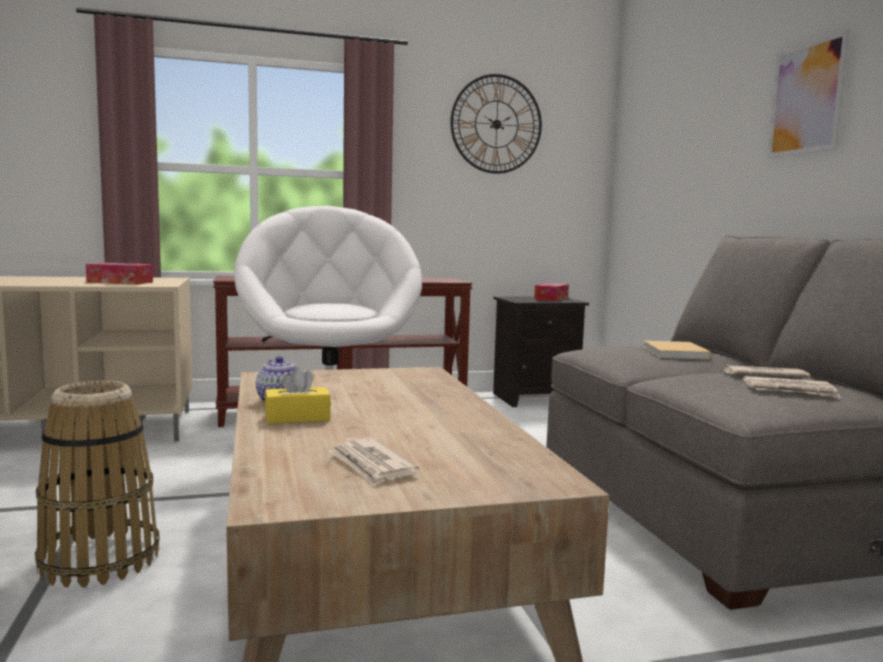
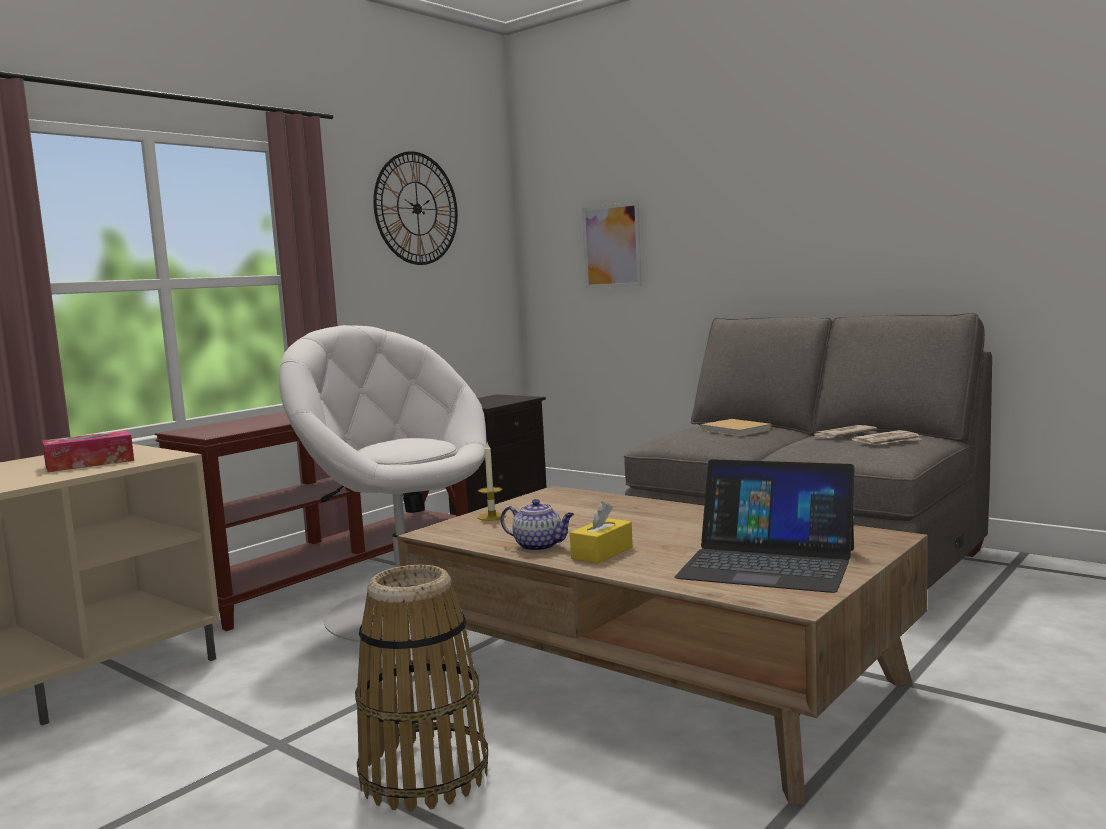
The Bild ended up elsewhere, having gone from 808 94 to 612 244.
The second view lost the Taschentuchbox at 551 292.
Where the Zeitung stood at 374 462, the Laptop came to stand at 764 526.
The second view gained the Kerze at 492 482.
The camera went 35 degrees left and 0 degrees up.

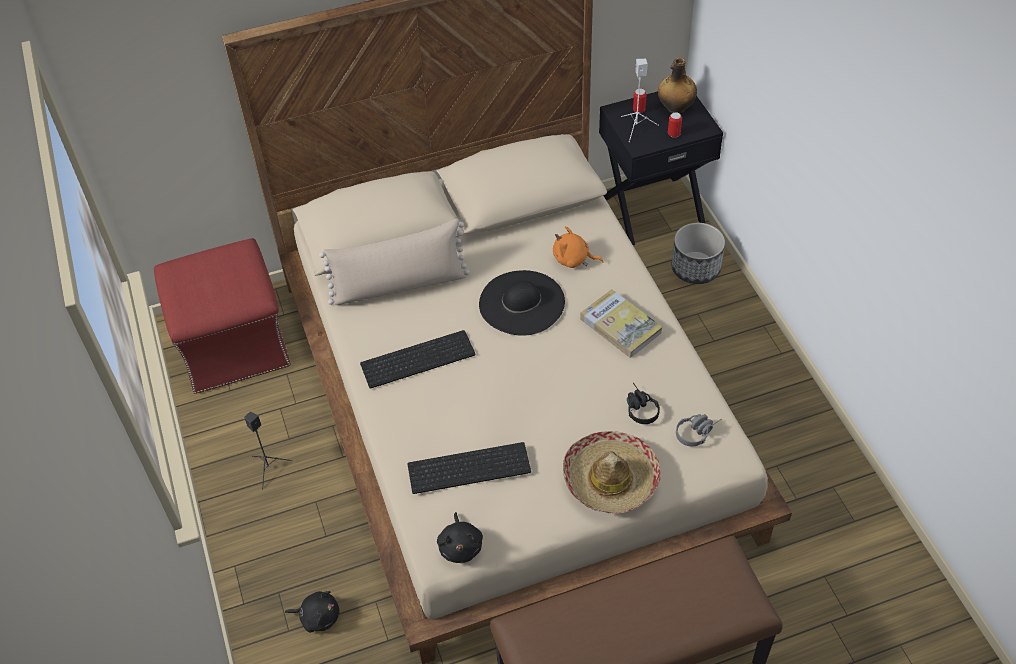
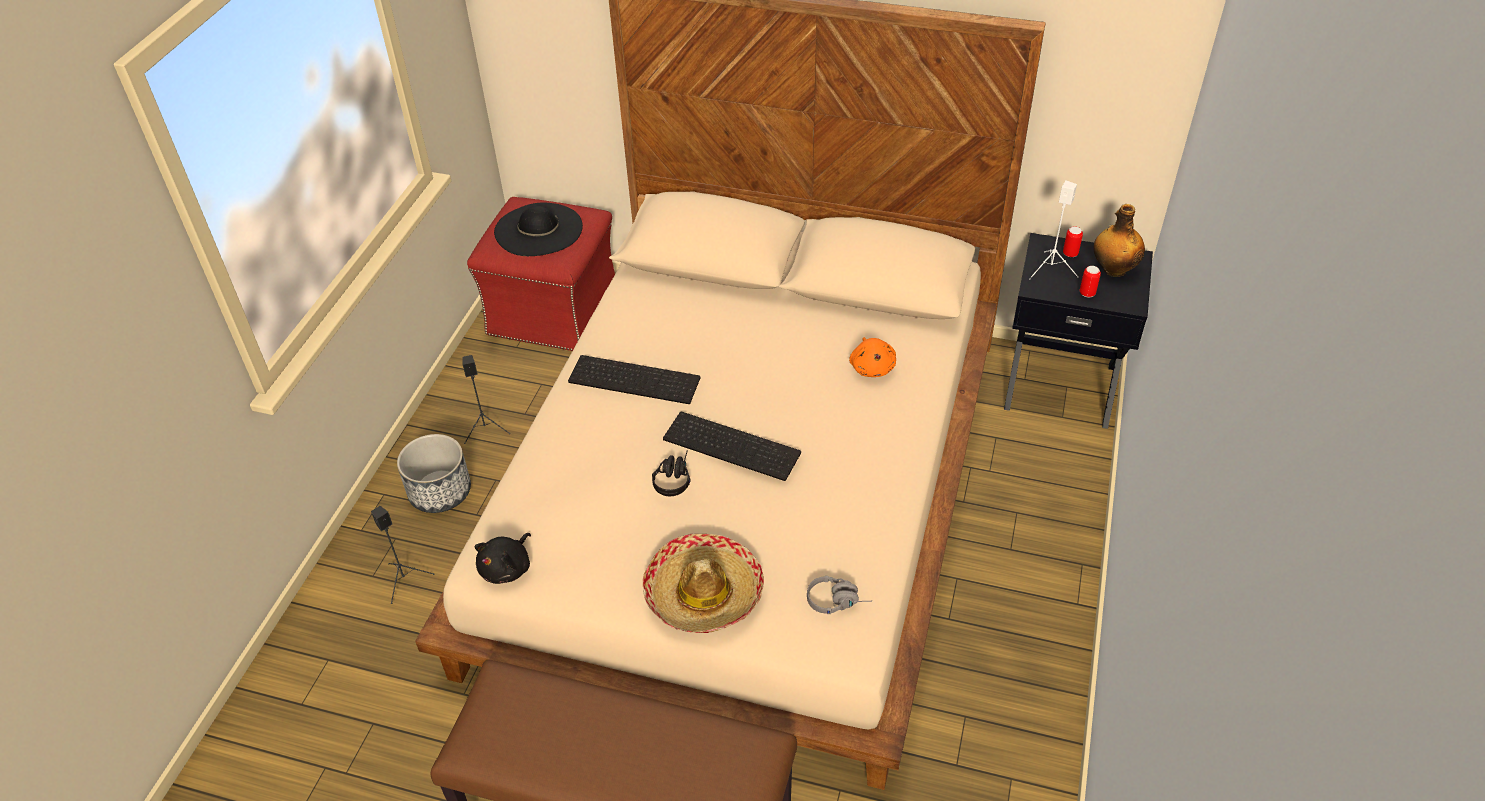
The second view lost the Kissen (beige) at 394 262.
The Pflanzkübel ended up elsewhere, having gone from 698 253 to 434 473.
The Plüschtier (orange) at 578 247 ended up facing another way, 150 degrees counterclockwise from before.
The Hut (schwarz) ended up elsewhere, having gone from 522 303 to 538 229.
The second view lost the Buch at 621 323.
The Kopfhörer (schwarz) ended up elsewhere, having gone from 643 403 to 671 473.
The Tastatur ended up elsewhere, having gone from 469 468 to 732 446.
Where the Plüschtier (schwarz) stood at 312 612, the Lautsprecher (schwarz) came to stand at 402 555.
The camera went 35 degrees right and 5 degrees down.

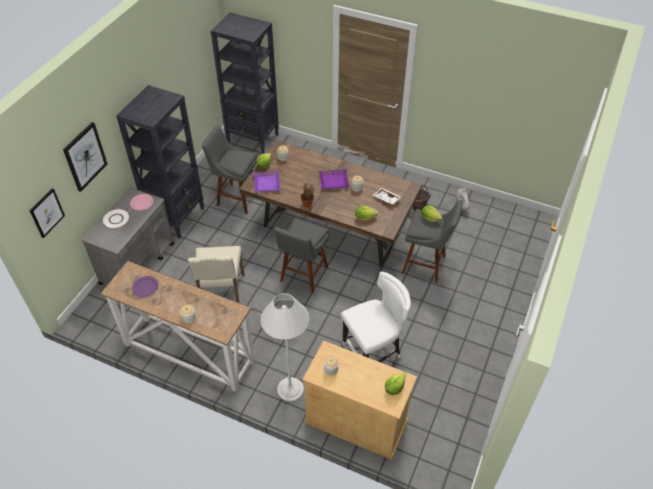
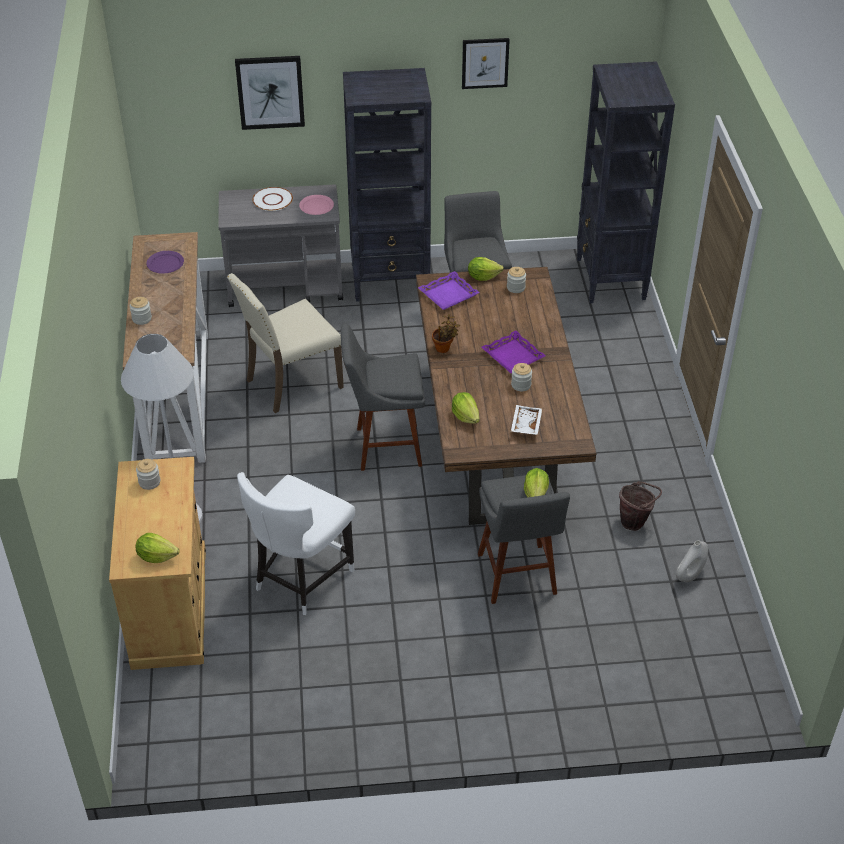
The Bild ended up elsewhere, having gone from 47 213 to 486 63.
The Stuhl (weiß) at 376 316 ended up facing another way, 90 degrees clockwise from before.
The camera went 60 degrees right and 5 degrees down.

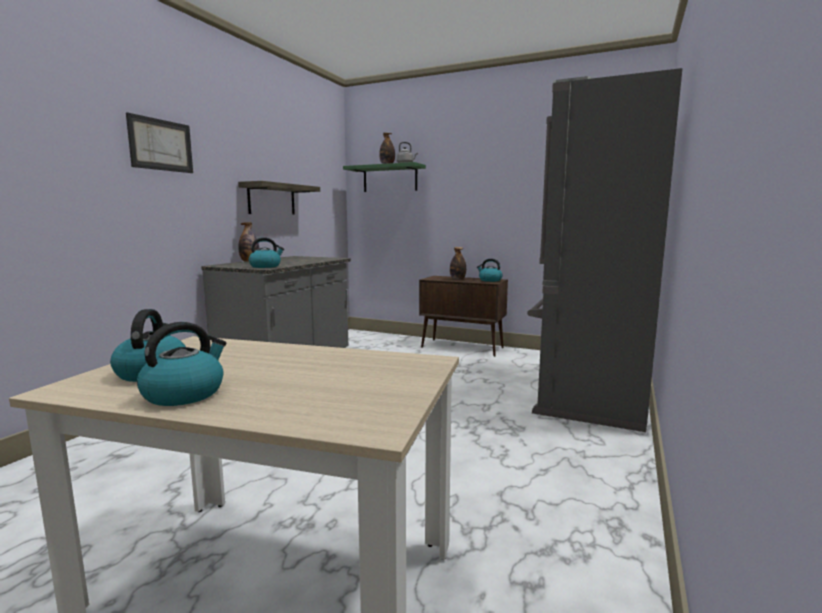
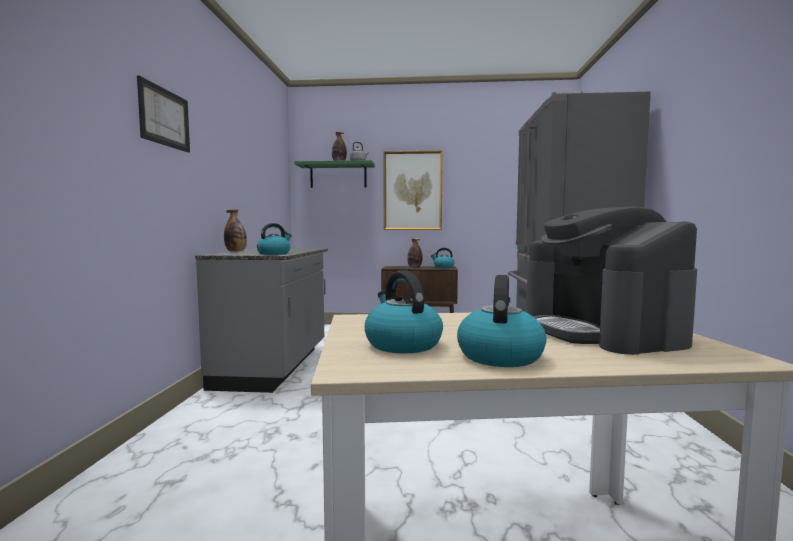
The second view lost the Wandregal at 279 198.
The second view gained the Bild at 413 190.
The second view gained the Kaffeemaschine at 611 280.
The camera went 20 degrees left and 5 degrees down.

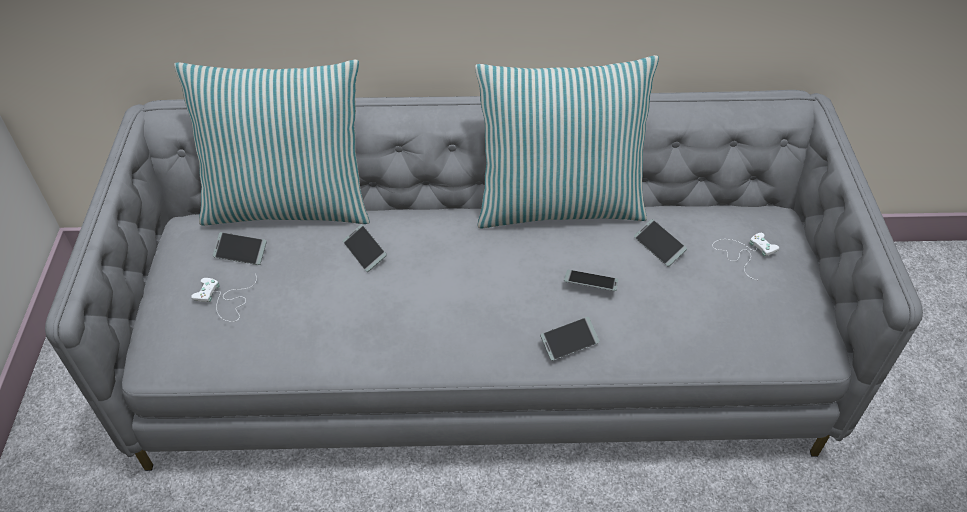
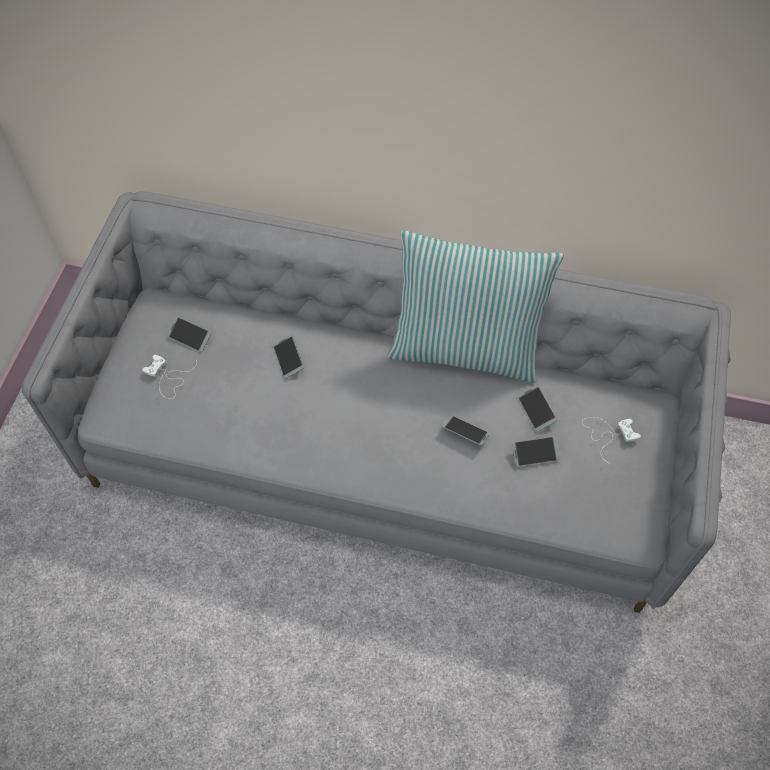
The second view lost the Kissen at 272 143.
The Handy ended up elsewhere, having gone from 569 339 to 536 451.
The camera went 15 degrees right and 10 degrees up.

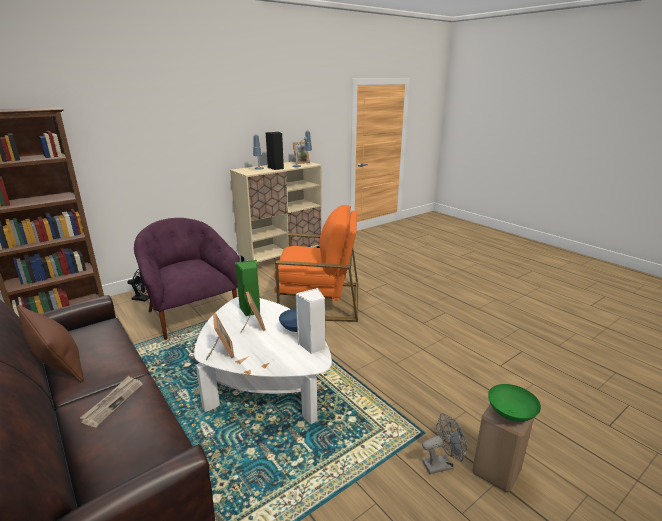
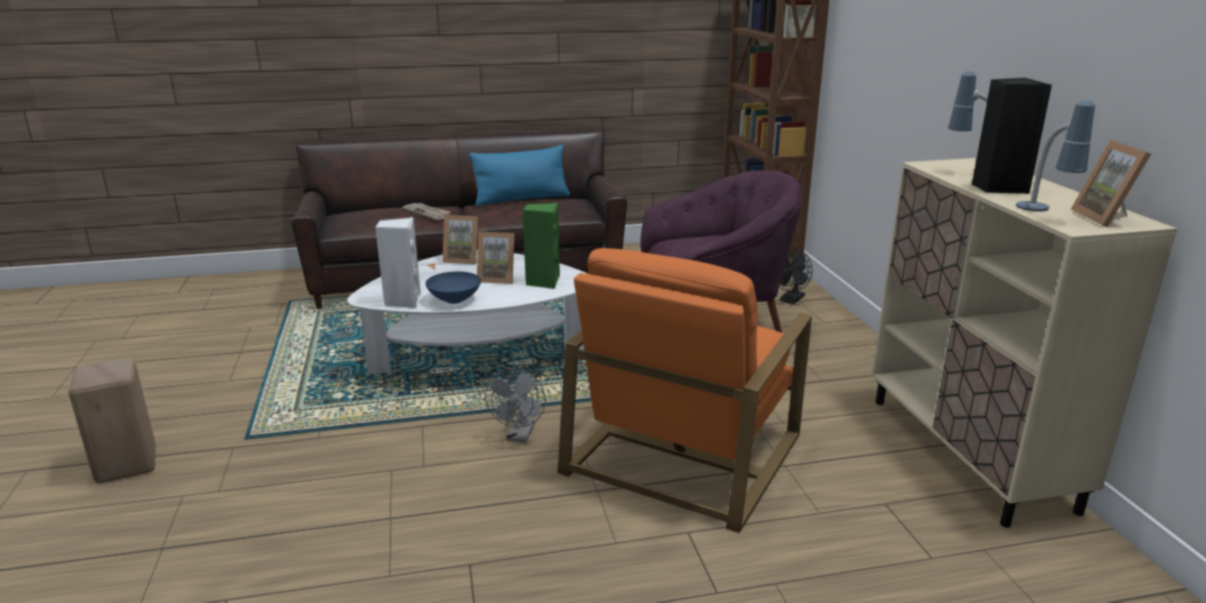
What was the Kissen (braun) at 50 343 turned into the Kissen (blau) at 519 175.
The second view lost the Schüssel (grün) at 514 403.
The Ventilator (grau) ended up elsewhere, having gone from 444 443 to 515 405.
The camera went 115 degrees right and 0 degrees up.

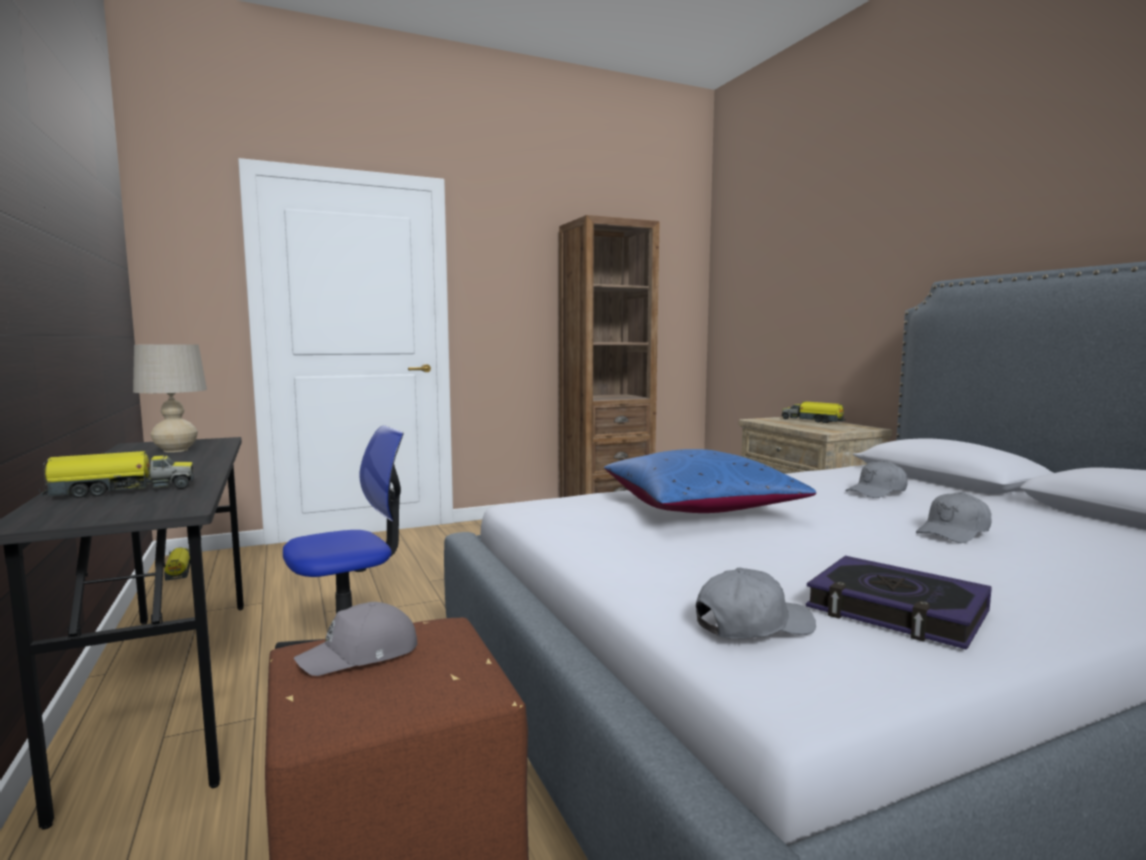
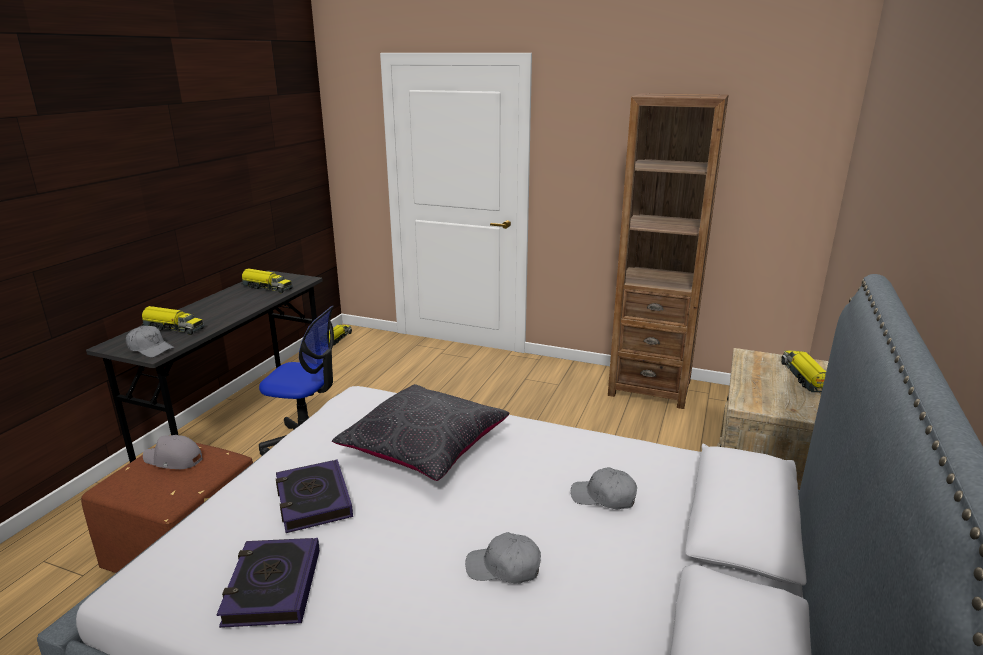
Where the Tischlampe (beige) stood at 170 398, the Spielzeuglaster came to stand at 267 280.
What was the Kissen (blau) at 710 481 turned into the Kissen (schwarz) at 421 432.
The Kappe (grau) ended up elsewhere, having gone from 756 603 to 150 341.
The second view gained the Buch at 314 496.
The camera went 45 degrees right and 15 degrees up.

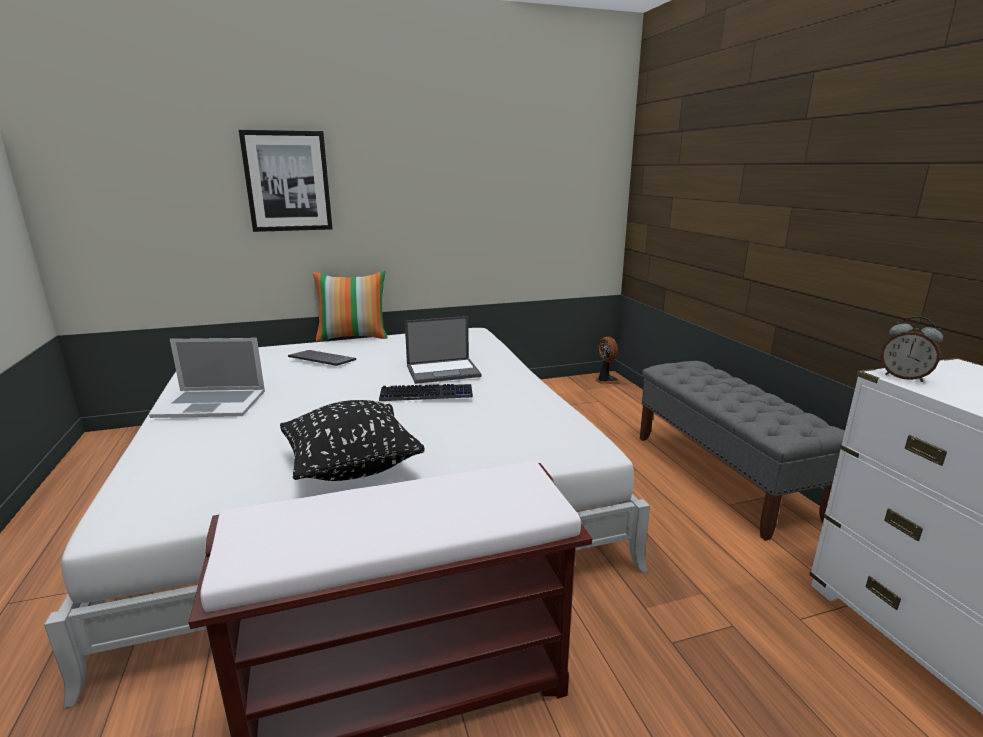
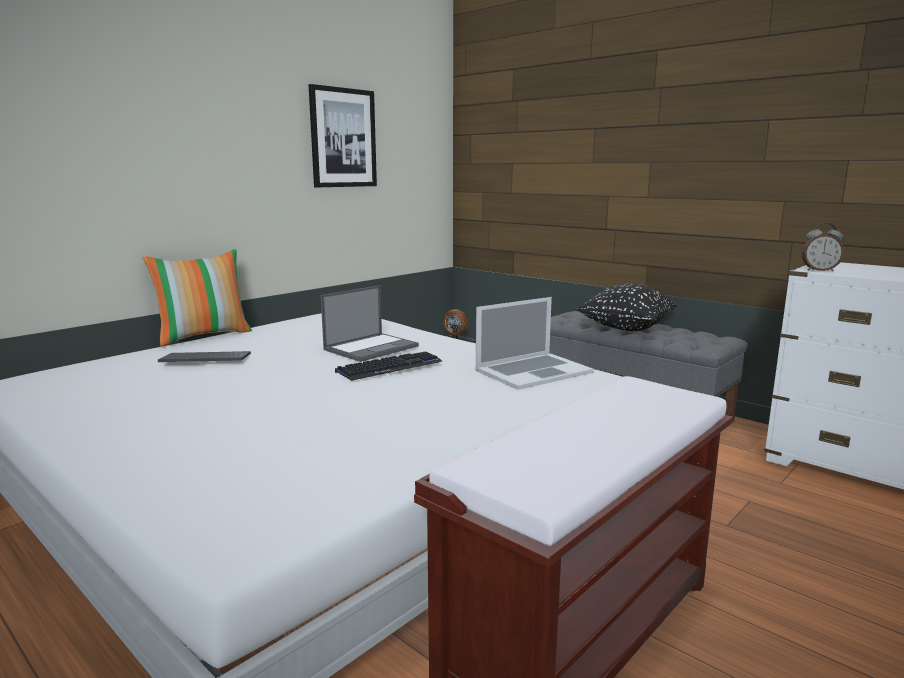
The Bild ended up elsewhere, having gone from 285 181 to 343 135.
The Laptop ended up elsewhere, having gone from 207 378 to 535 343.
The Kissen (schwarz) ended up elsewhere, having gone from 352 440 to 627 307.
The camera went 30 degrees left and 5 degrees down.

